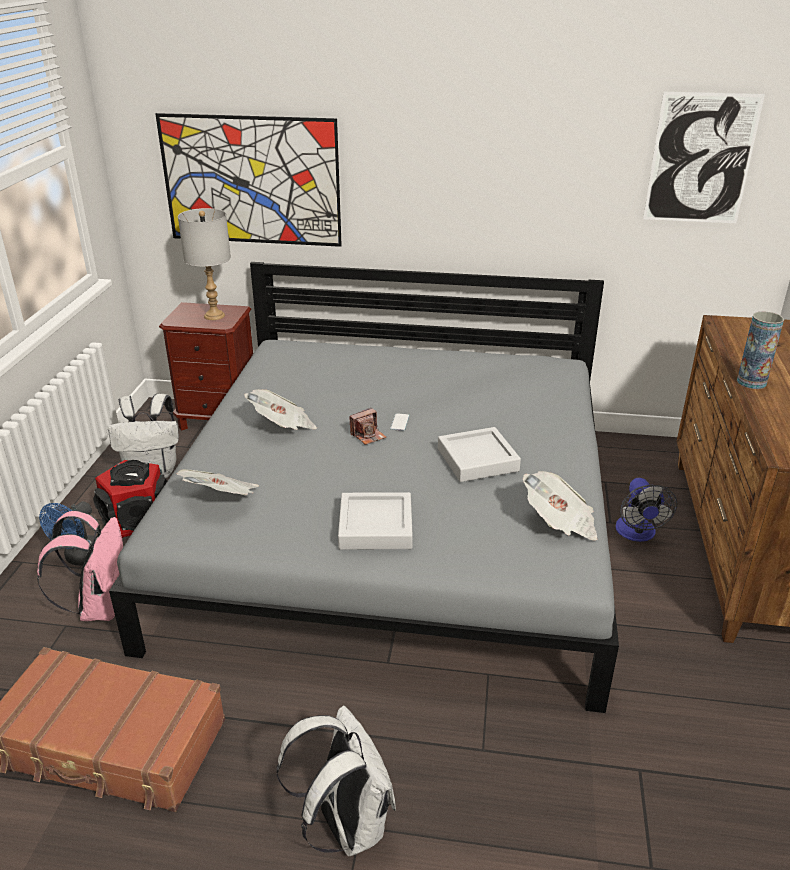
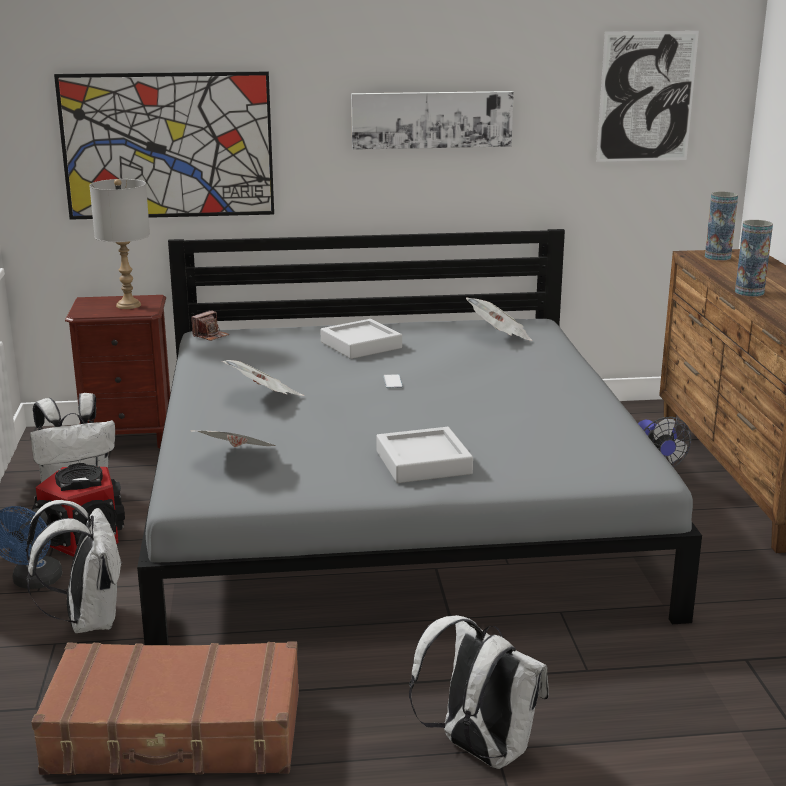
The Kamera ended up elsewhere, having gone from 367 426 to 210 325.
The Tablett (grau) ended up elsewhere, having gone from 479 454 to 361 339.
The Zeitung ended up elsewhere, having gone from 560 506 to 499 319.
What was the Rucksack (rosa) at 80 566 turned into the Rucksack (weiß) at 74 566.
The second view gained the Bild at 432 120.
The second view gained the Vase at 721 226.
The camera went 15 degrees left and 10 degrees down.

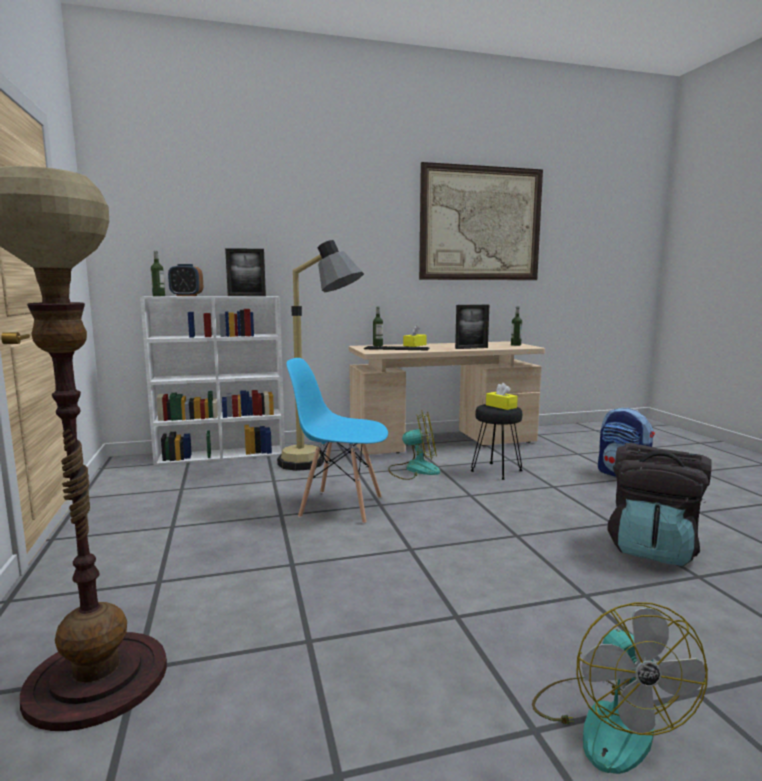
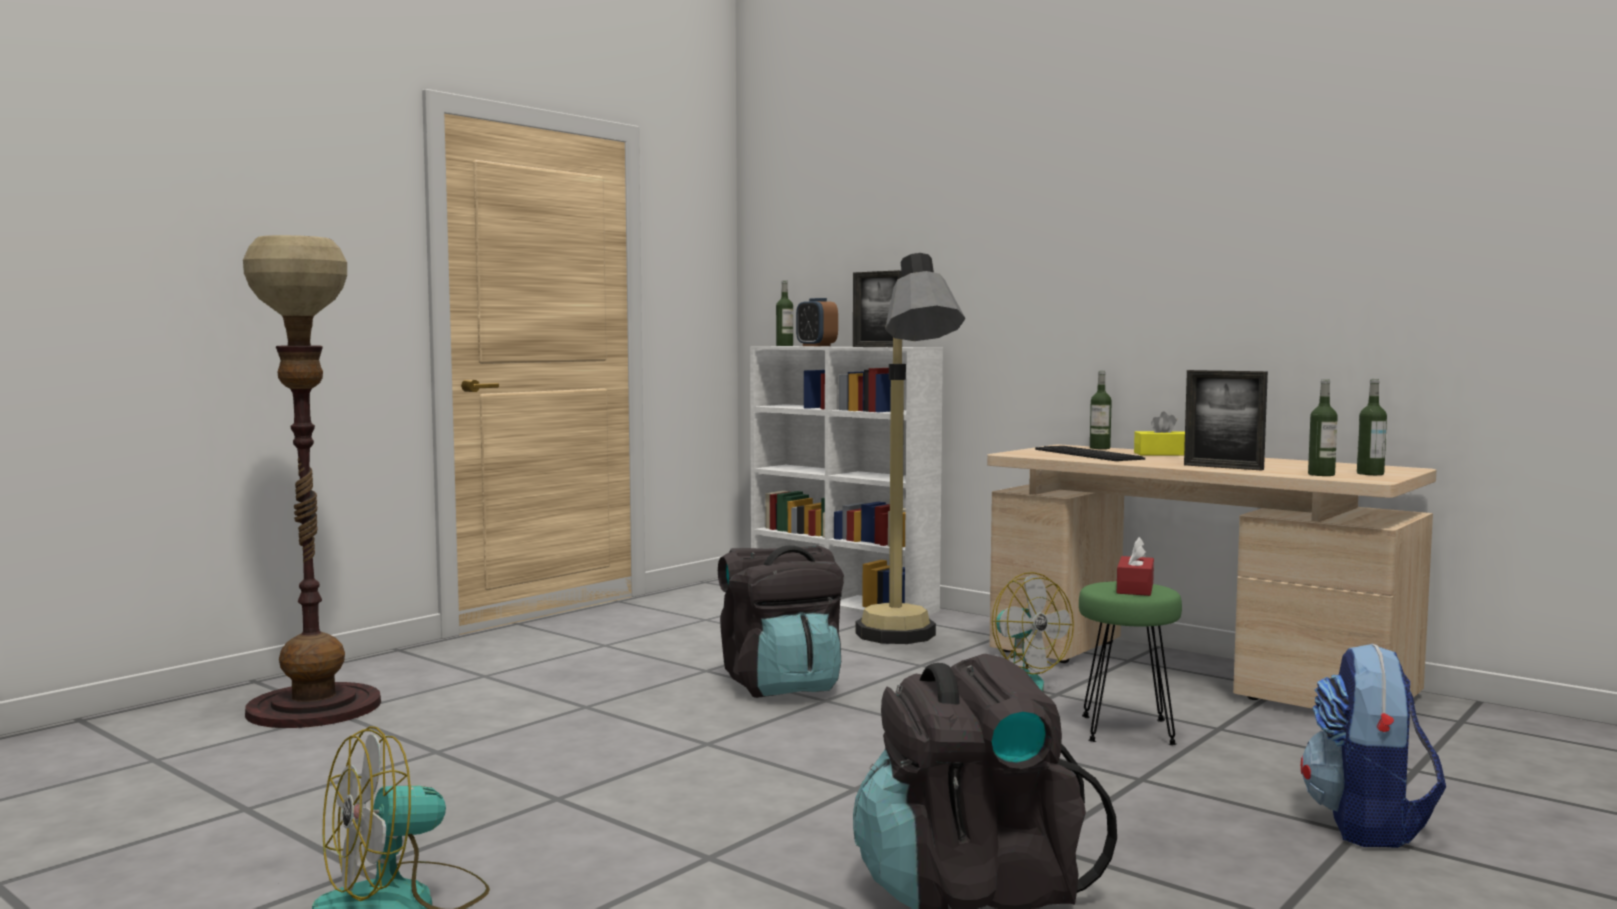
The second view lost the Bild at 481 221.
Where the Stuhl (blau) stood at 337 441, the Rucksack (schwarz) came to stand at 781 621.
What was the Taschentuchbox (gelb) at 502 396 turned into the Taschentuchbox (rot) at 1135 566.
What was the Hocker (schwarz) at 497 442 turned into the Hocker (grün) at 1130 663.
The second view gained the Flasche at 1323 427.
The camera went 55 degrees right and 5 degrees down.

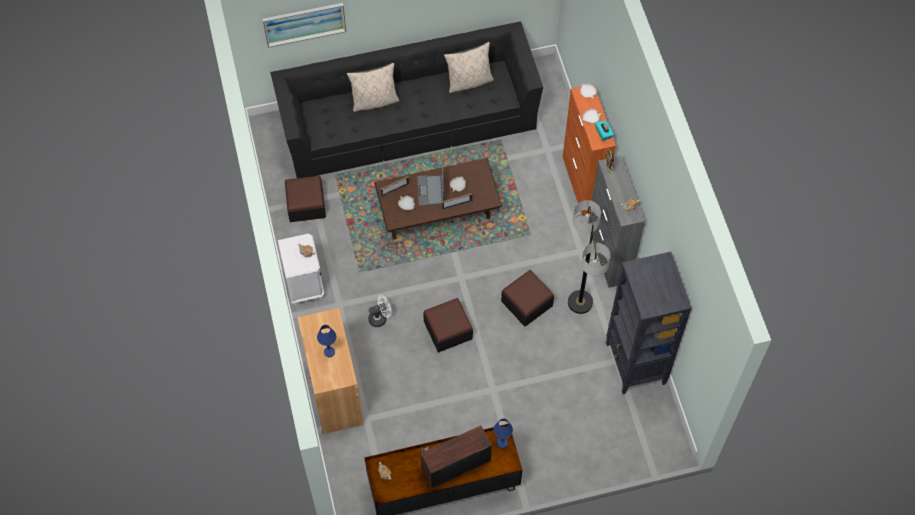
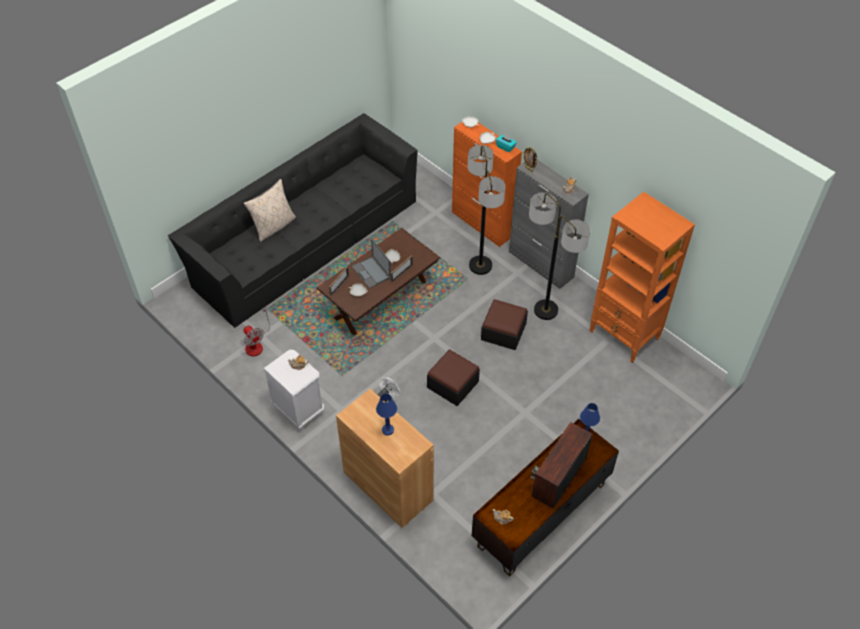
The second view lost the Bild at 304 25.
The second view lost the Kissen (beige) at 469 67.
Where the Polsterhocker stood at 305 199, the Ventilator came to stand at 256 331.
What was the Bücherregal (schwarz) at 649 323 turned into the Bücherregal (orange) at 642 277.
The second view gained the Stehlampe at 486 210.
The camera went 30 degrees left and 10 degrees down.

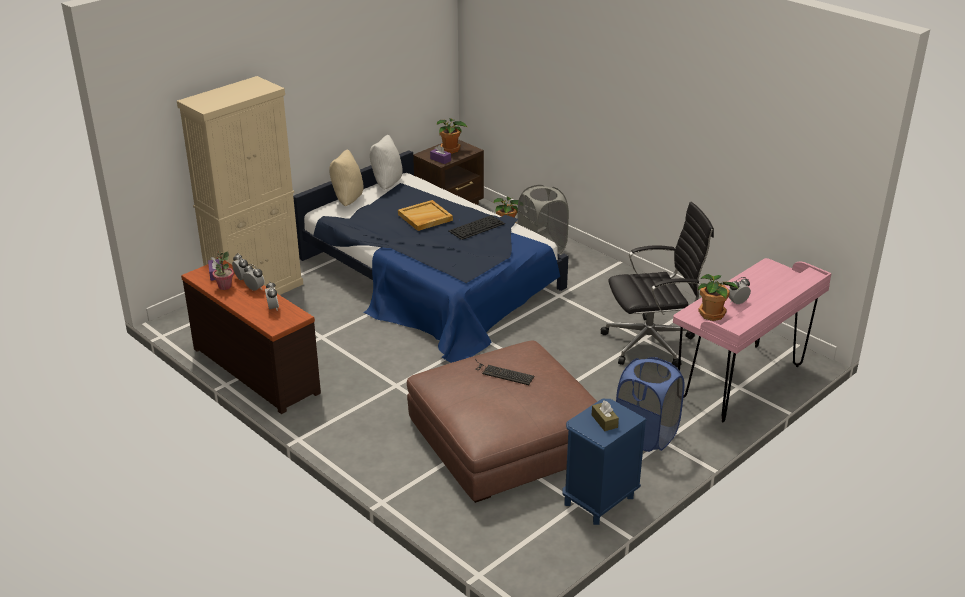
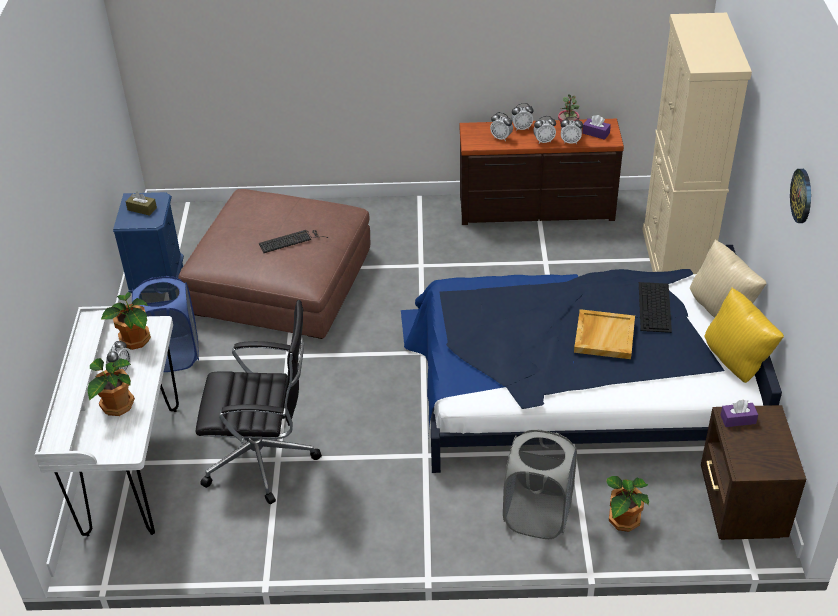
The Topfpflanze ended up elsewhere, having gone from 452 136 to 111 387.
What was the Kissen (weiß) at 386 162 turned into the Kissen (gelb) at 744 335.
The Bürostuhl (schwarz) at 657 284 ended up facing another way, 120 degrees counterclockwise from before.
The Tastatur ended up elsewhere, having gone from 477 227 to 655 307.
What was the Schreibtisch (rosa) at 752 340 turned into the Schreibtisch (weiß) at 107 421.
The second view gained the Wecker at 522 117.
The second view gained the Wanduhr at 800 196.
The camera went 135 degrees right and 10 degrees up.

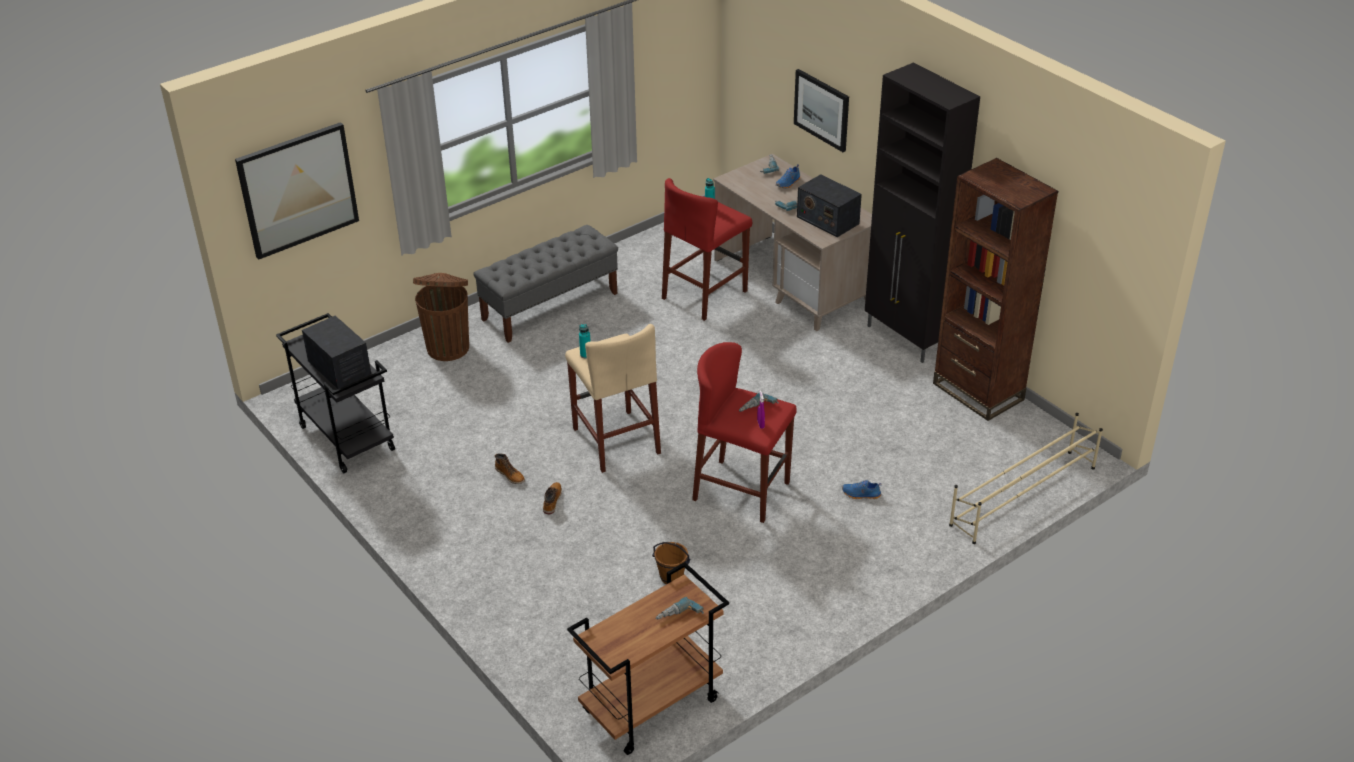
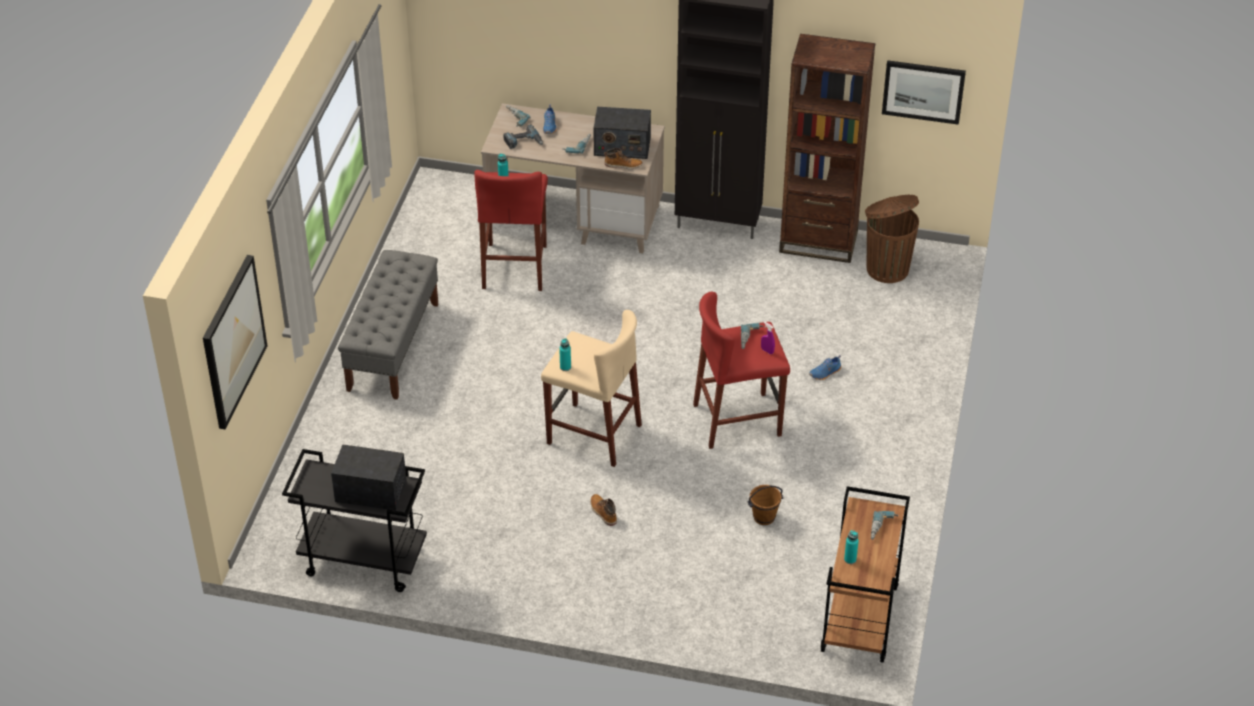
The Bild ended up elsewhere, having gone from 821 110 to 924 92.
The Mülleimer (braun) ended up elsewhere, having gone from 441 317 to 892 239.
The second view lost the Schuhregal (beige) at 1026 478.
The Stiefel ended up elsewhere, having gone from 510 468 to 623 158.
The second view gained the Bohrmaschine at 523 137.
The second view gained the Flasche (türkis) at 851 547.
The camera went 40 degrees left and 5 degrees up.

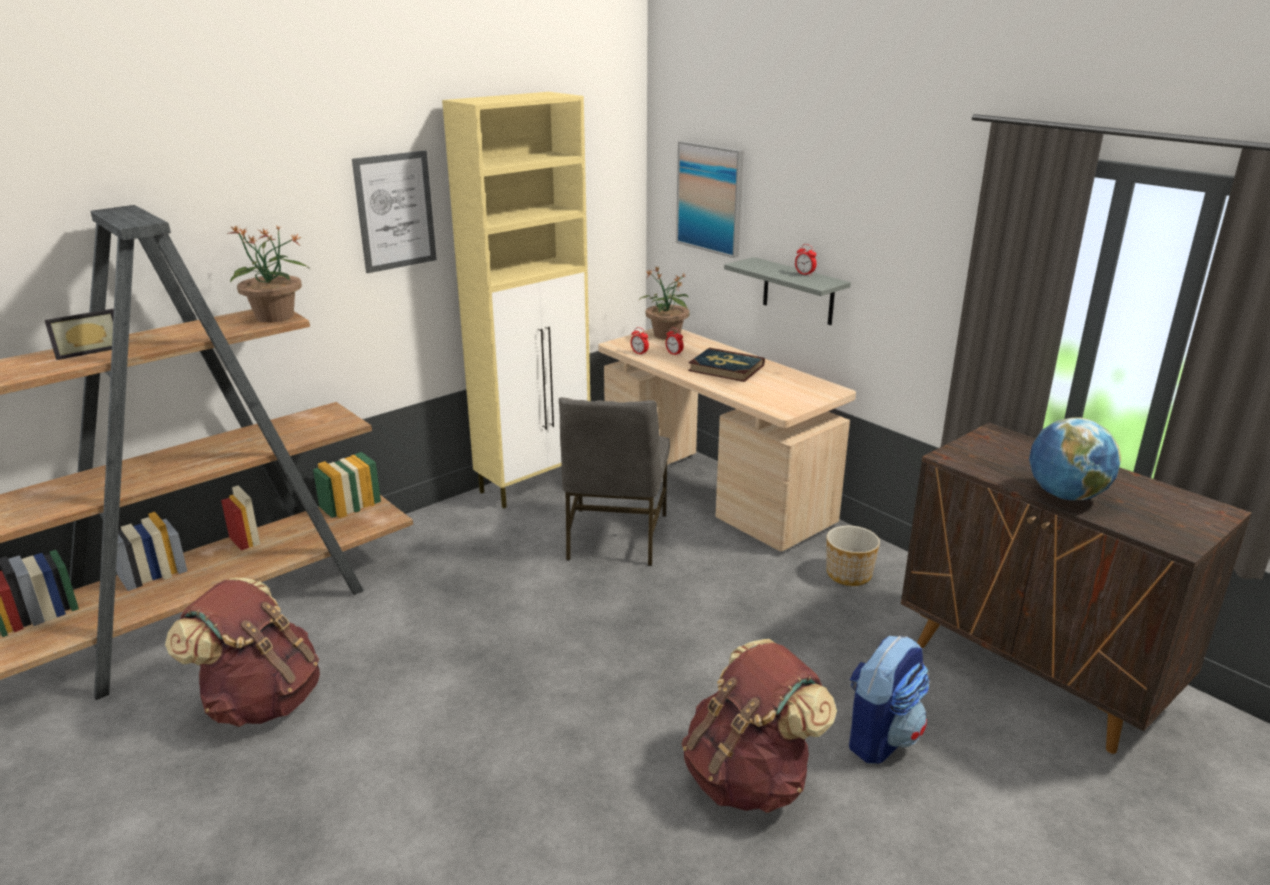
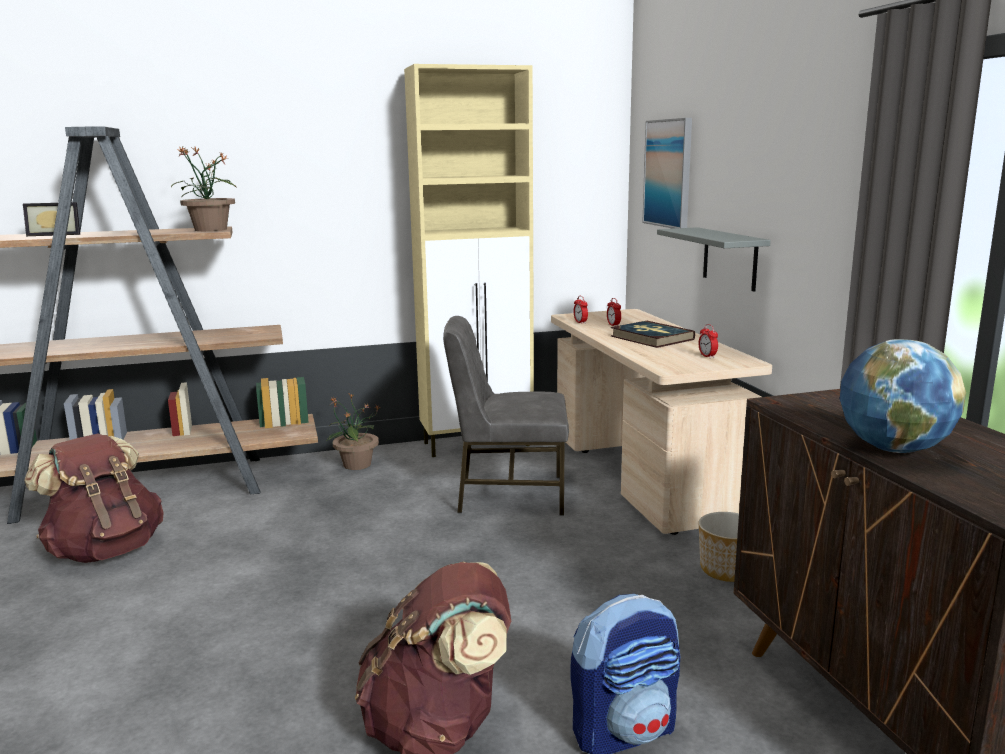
The second view lost the Bild at 394 212.
The Wecker ended up elsewhere, having gone from 806 260 to 708 341.
The Topfpflanze ended up elsewhere, having gone from 664 302 to 353 432.
The Stuhl (grau) at 614 481 ended up facing another way, 60 degrees clockwise from before.
The camera went 25 degrees right and 10 degrees down.

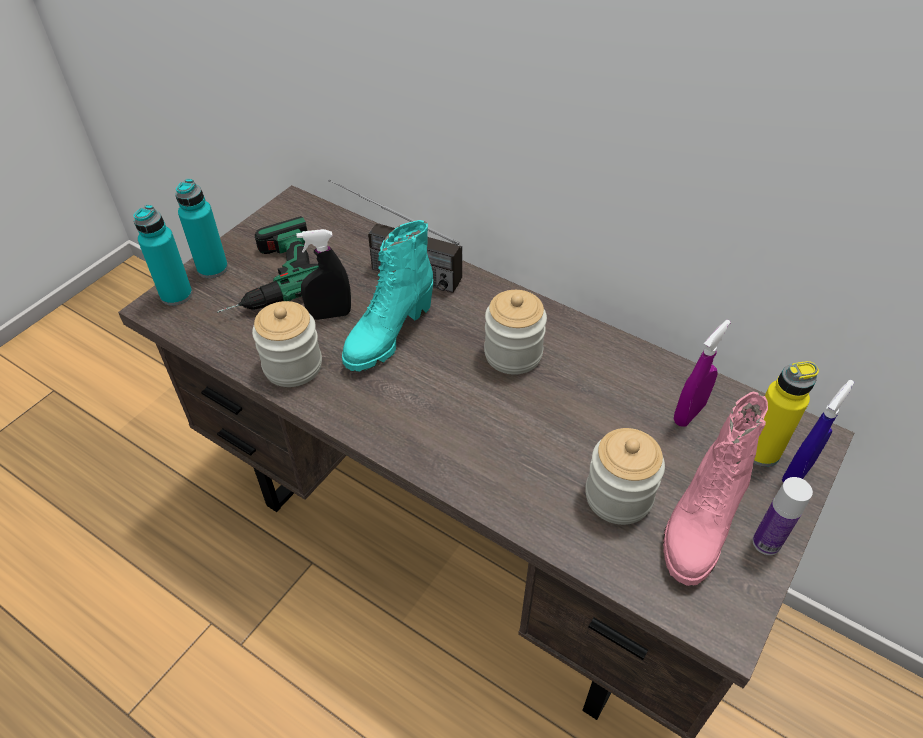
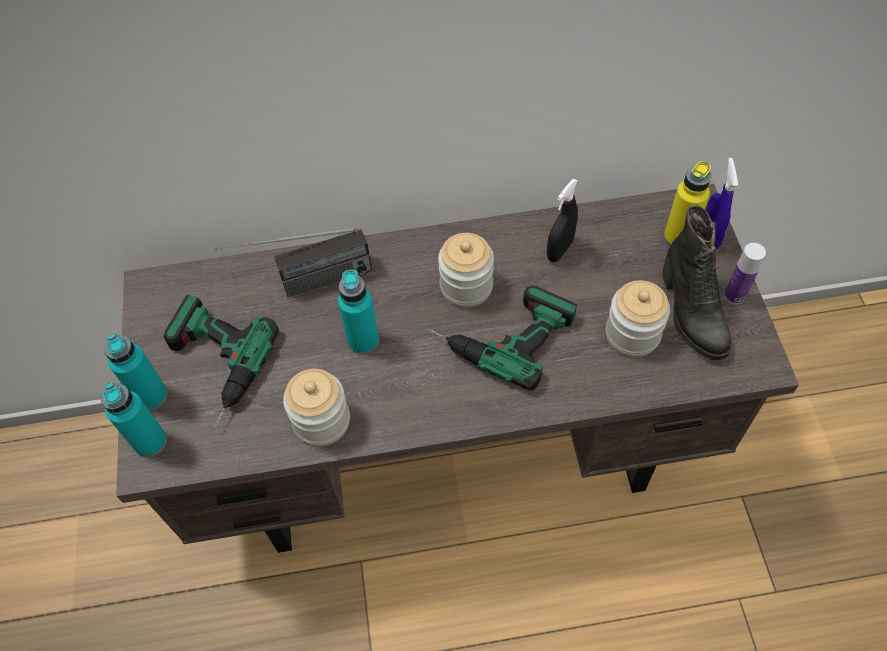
Where the Stiefel (türkis) stood at 387 295, the Flasche (türkis) came to stand at 358 312.
The Sprühflasche (schwarz) ended up elsewhere, having gone from 323 274 to 562 220.
The second view lost the Sprühflasche (lila) at 702 373.
What was the Stiefel (rosa) at 715 489 turned into the Stiefel (schwarz) at 696 282.
The second view gained the Bohrmaschine at 502 337.
The camera went 40 degrees left and 10 degrees up.

